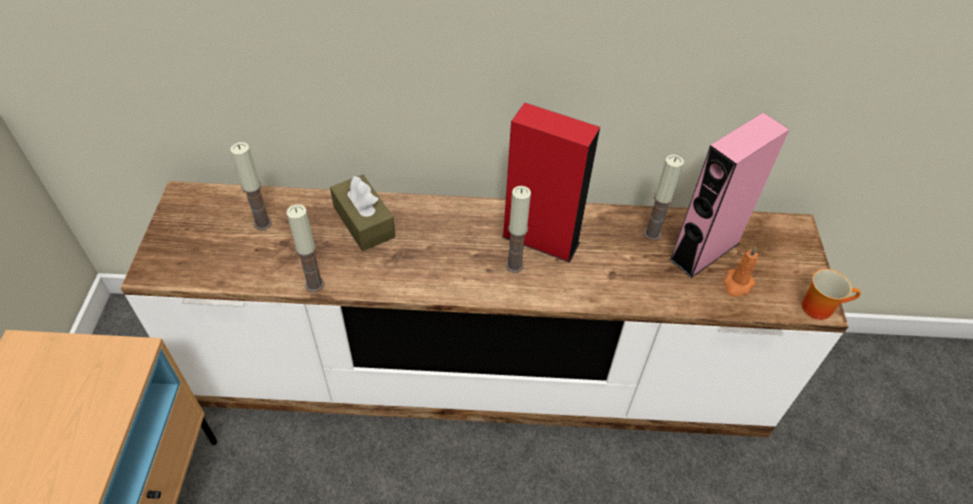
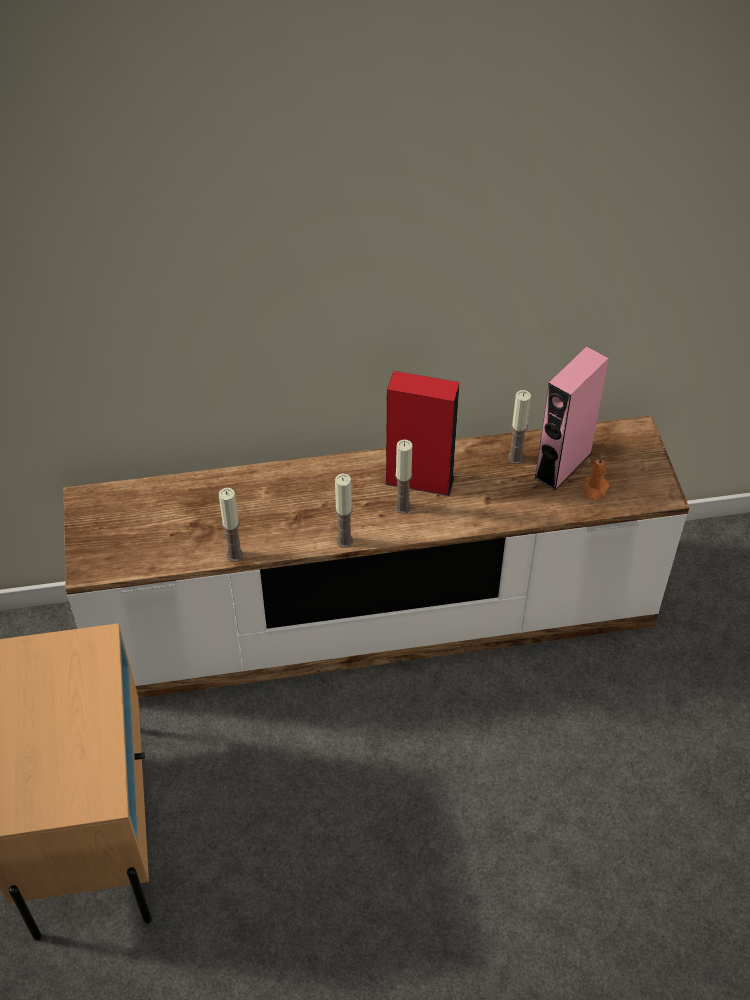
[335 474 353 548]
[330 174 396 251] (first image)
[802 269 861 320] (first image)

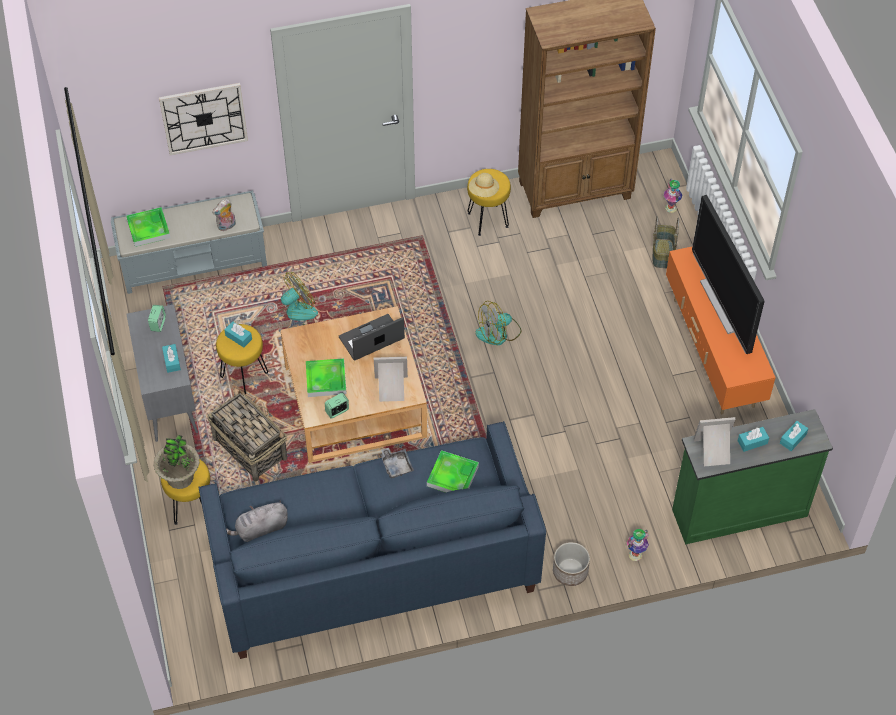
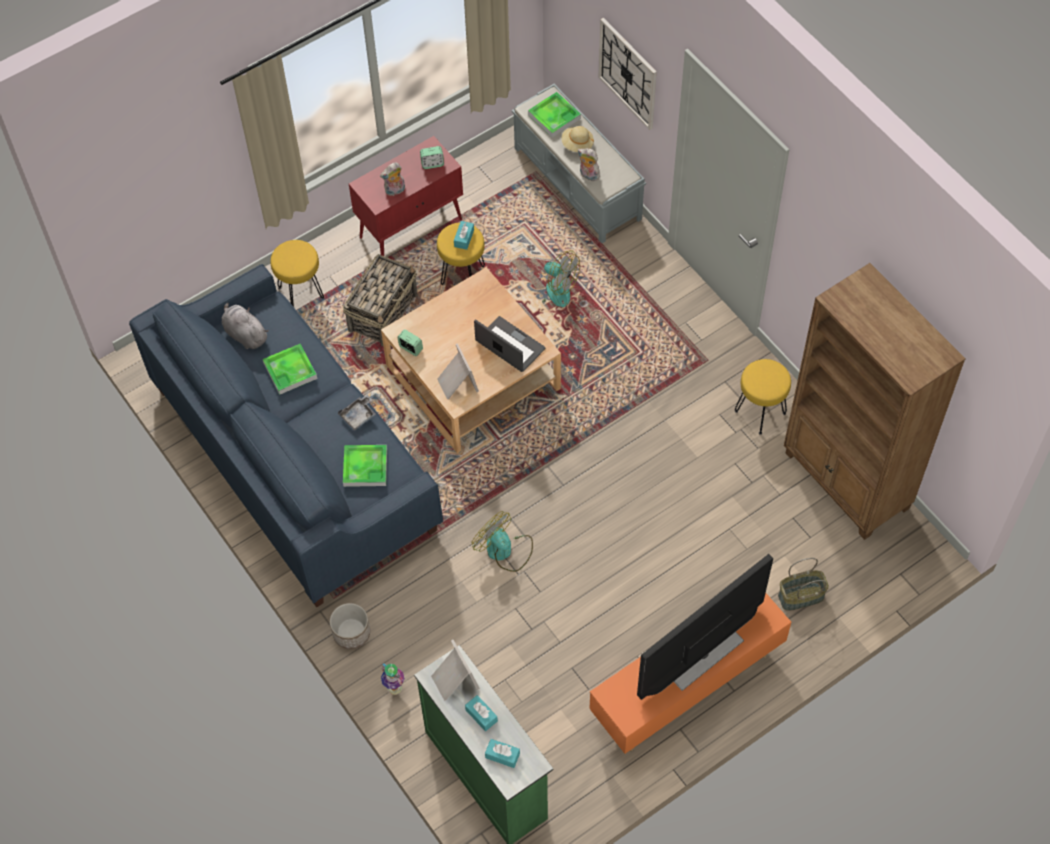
[561 126 594 152]
[663 179 683 213] (first image)
[471 511 533 572]
[349 136 463 256]
[380 162 405 196]
[263 344 317 395]
[154 435 200 489] (first image)

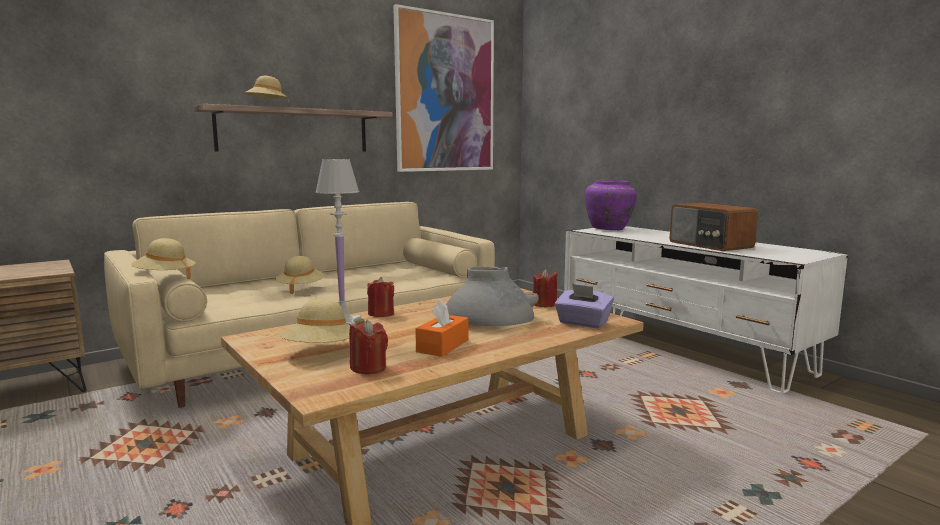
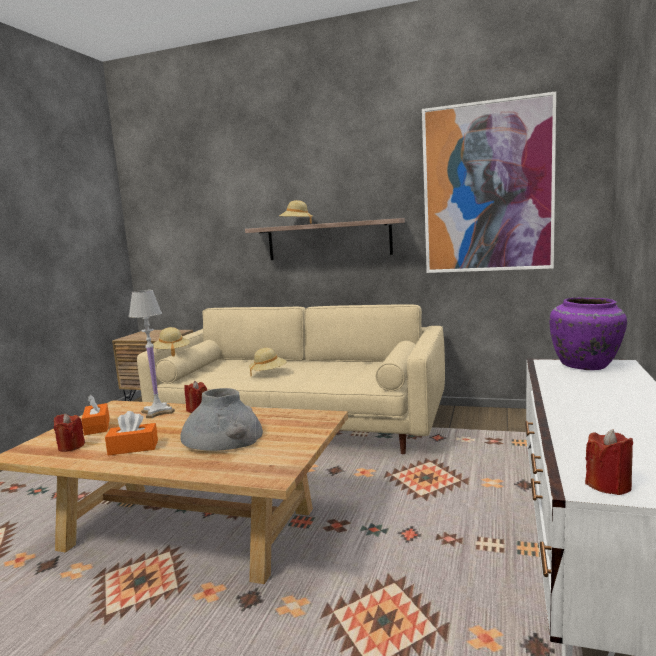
[669 203 758 251] (first image)
[585 429 633 495]
[555 284 614 328] (first image)
[82 395 110 435]

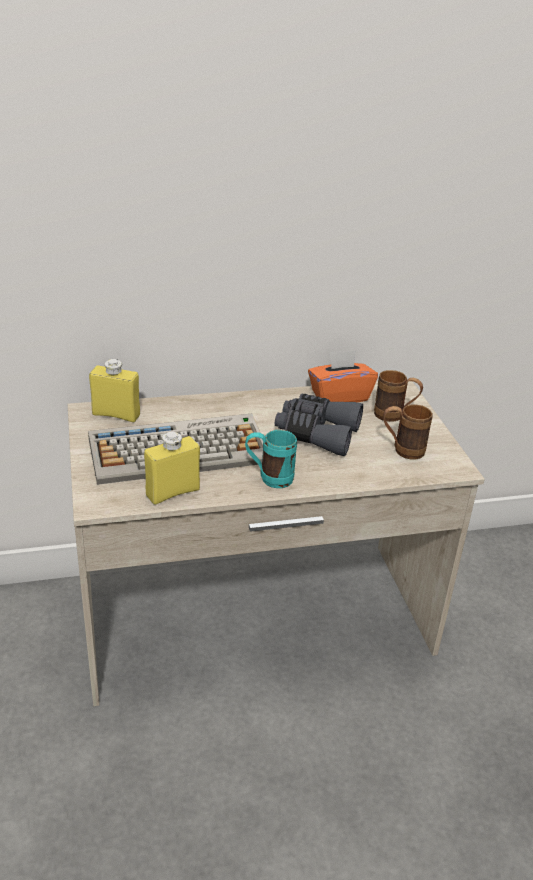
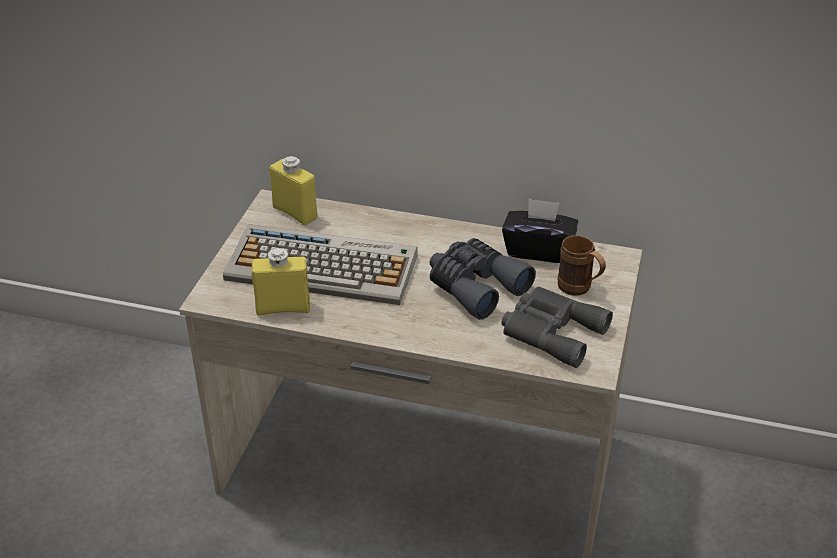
[502 198 578 263]
[501 287 613 368]
[245 430 297 488] (first image)

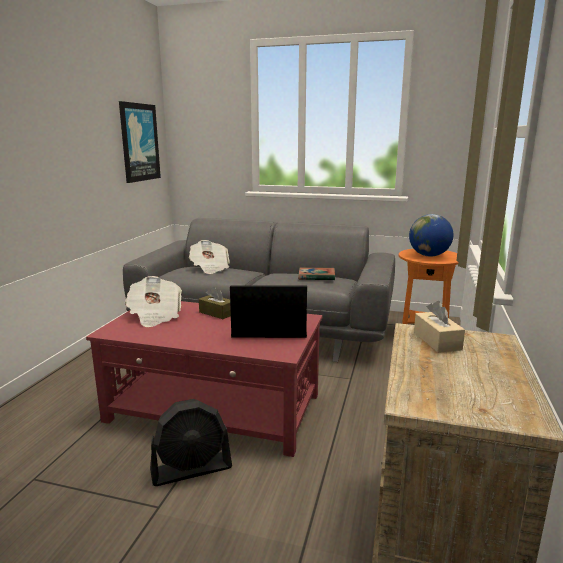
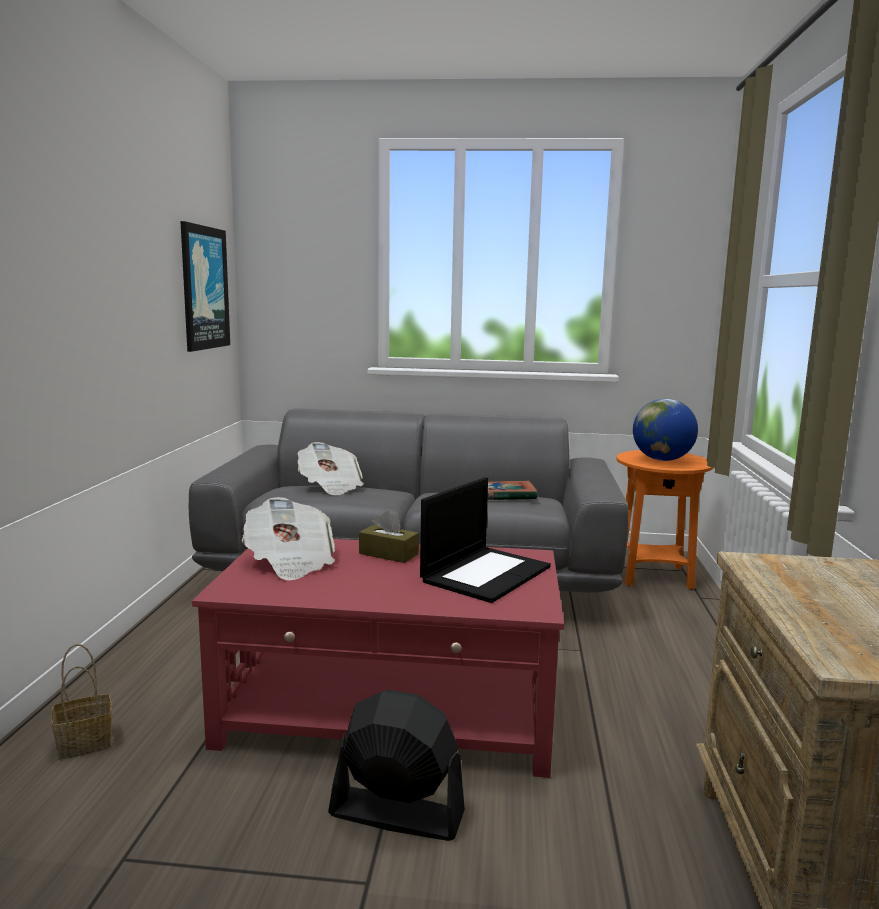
[420 477 551 603]
[414 301 465 353] (first image)
[328 690 465 841]
[51 644 112 760]

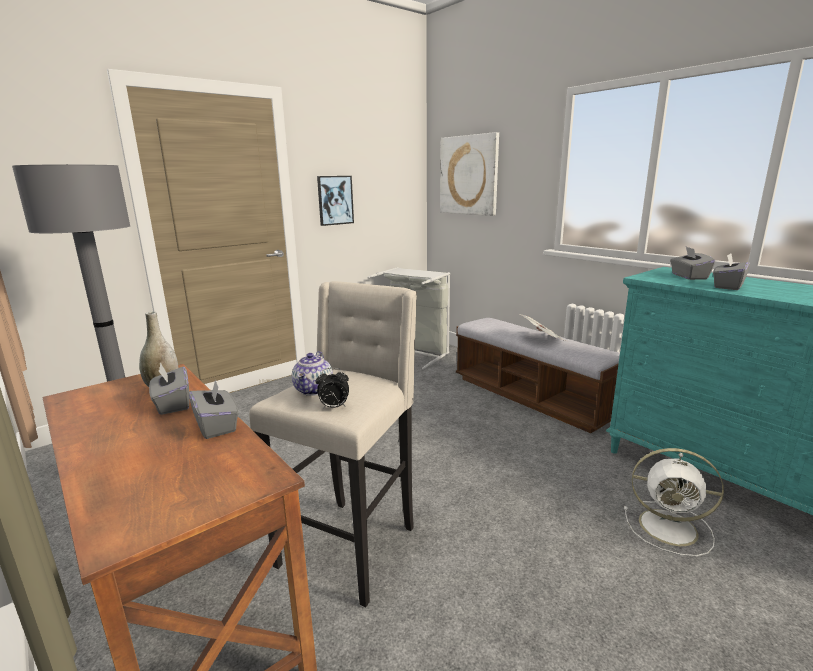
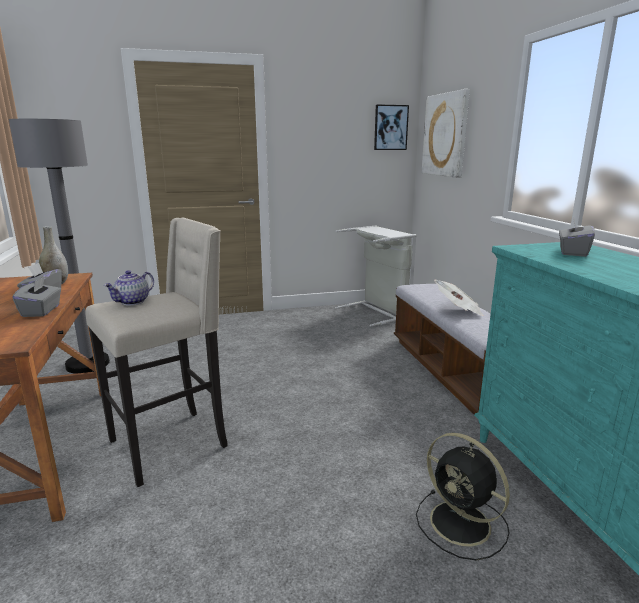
[374 104 409 150]
[713 254 750 290] (first image)
[315 368 349 409] (first image)
[416 433 510 561]

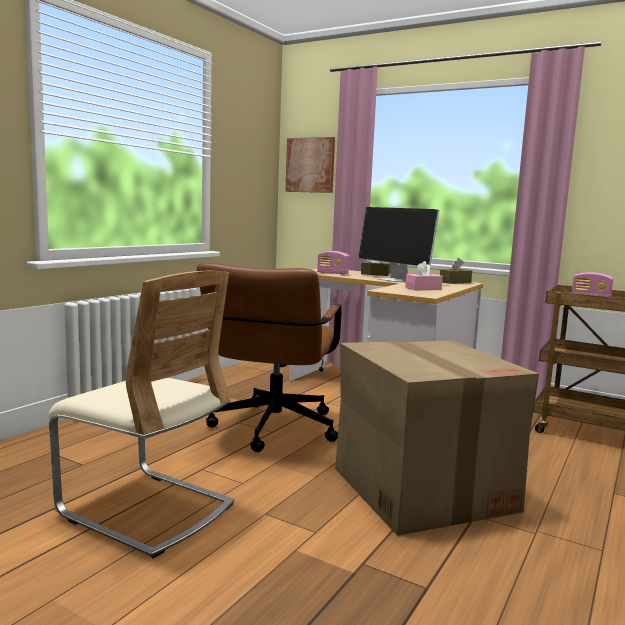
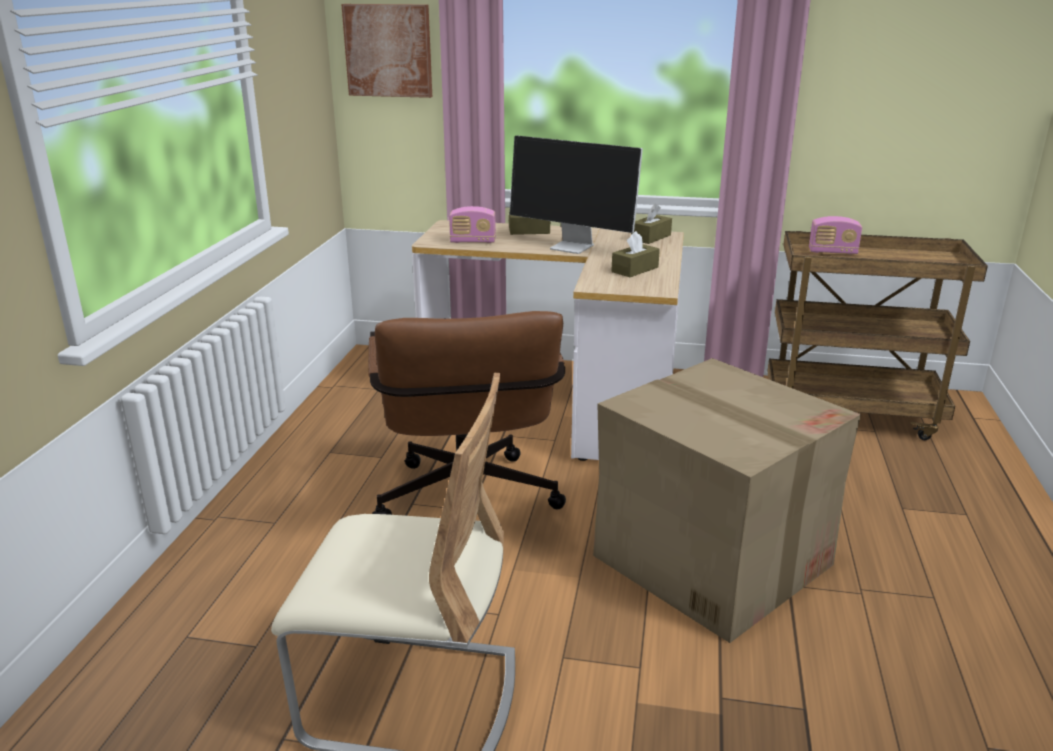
[611 231 660 277]

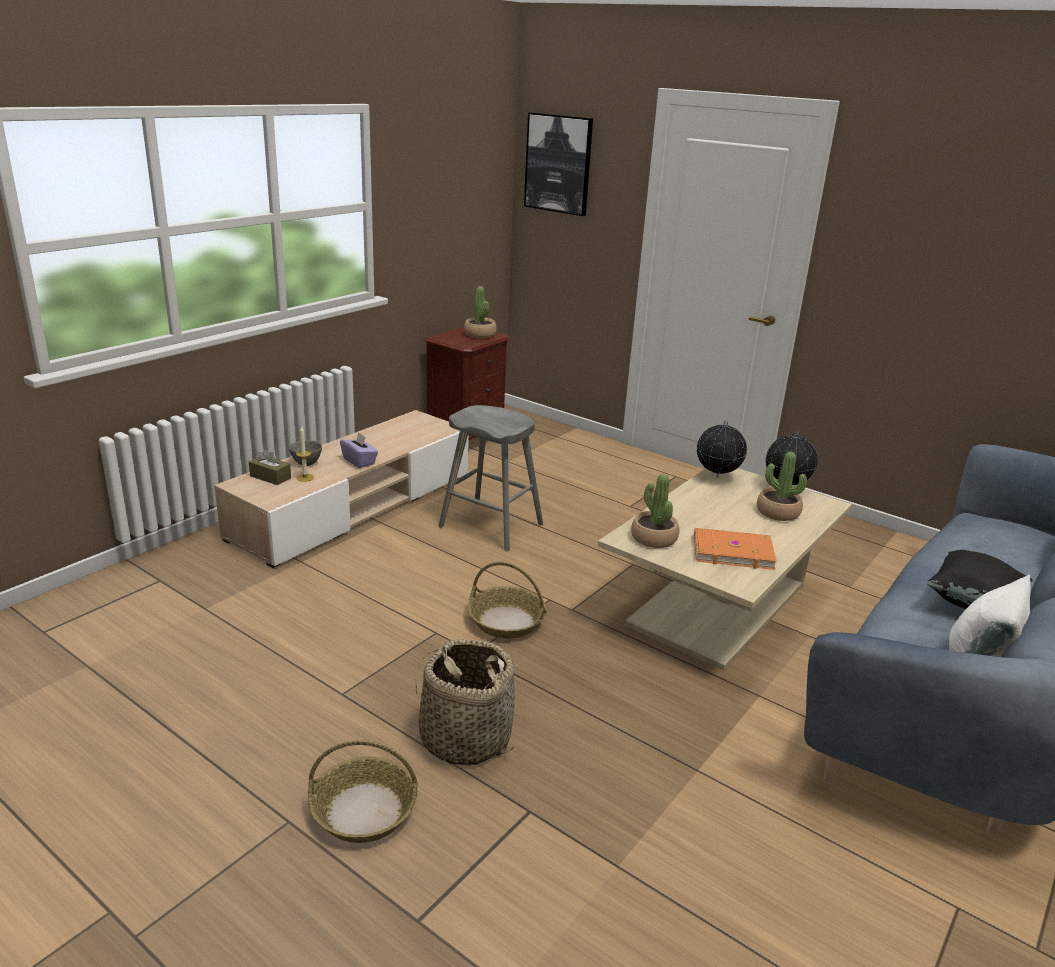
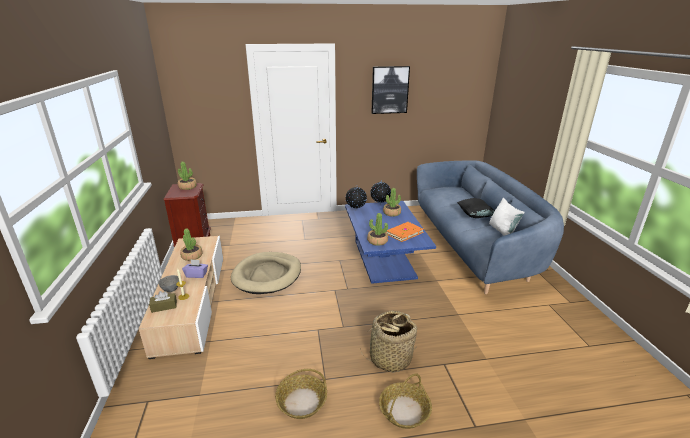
[372 66 410 114]
[231 252 301 294]
[345 201 436 284]
[275 369 327 419]
[180 229 203 261]

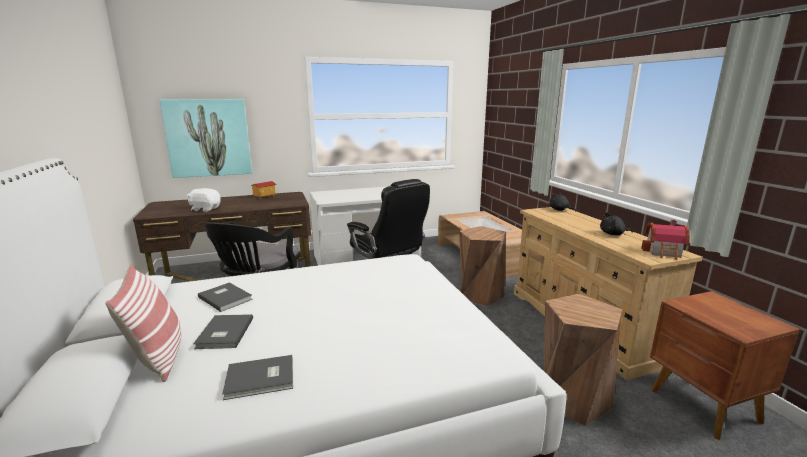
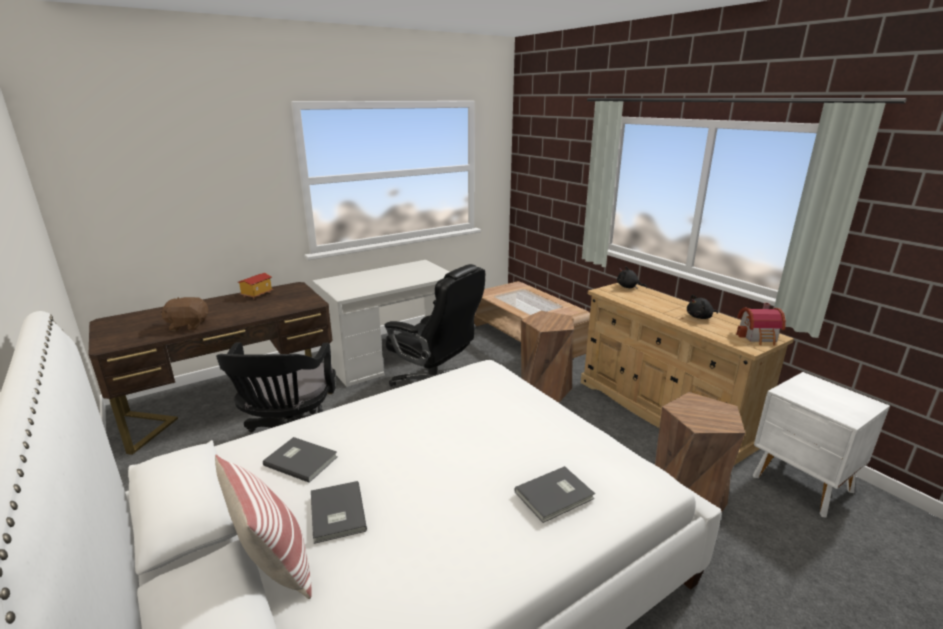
[159 99 252 178] (first image)
[161 297 209 331]
[753 372 890 517]
[514 466 595 523]

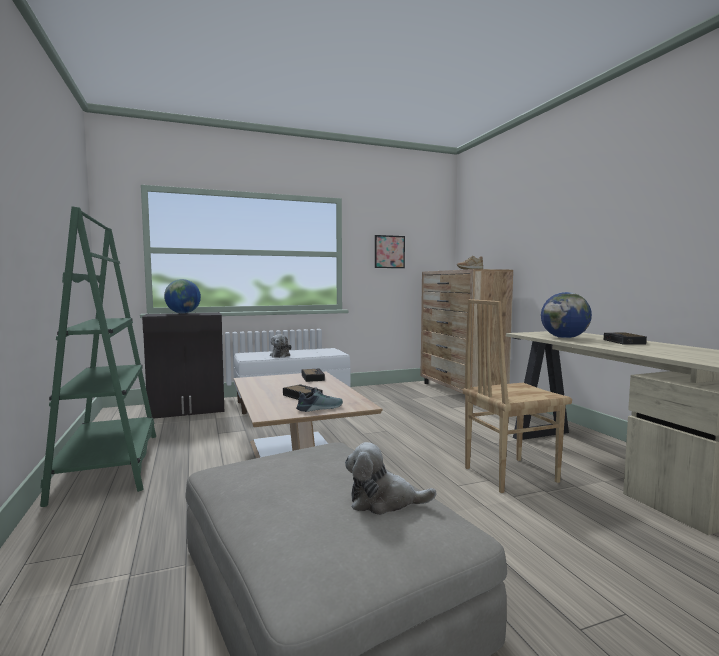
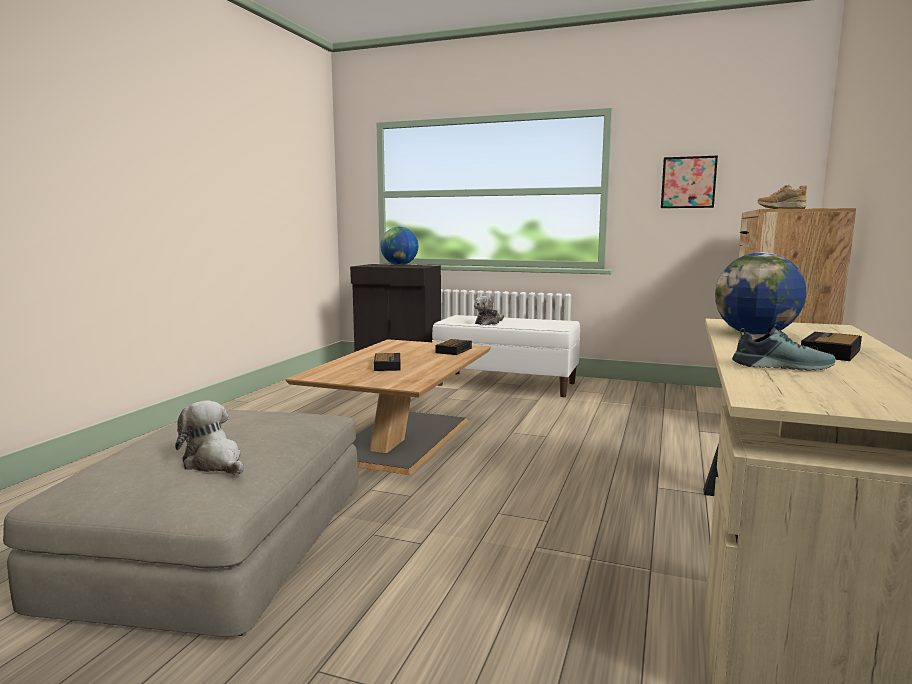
[40 206 156 507] (first image)
[463 299 572 493] (first image)
[732 325 835 371]

